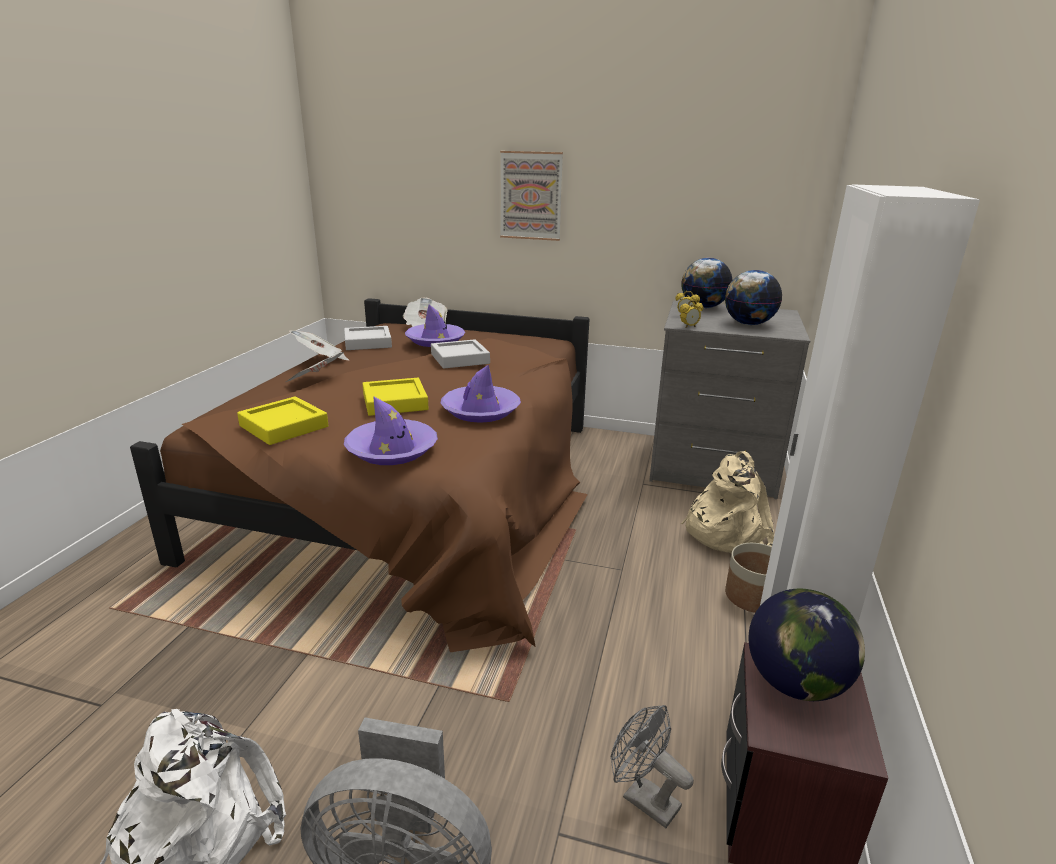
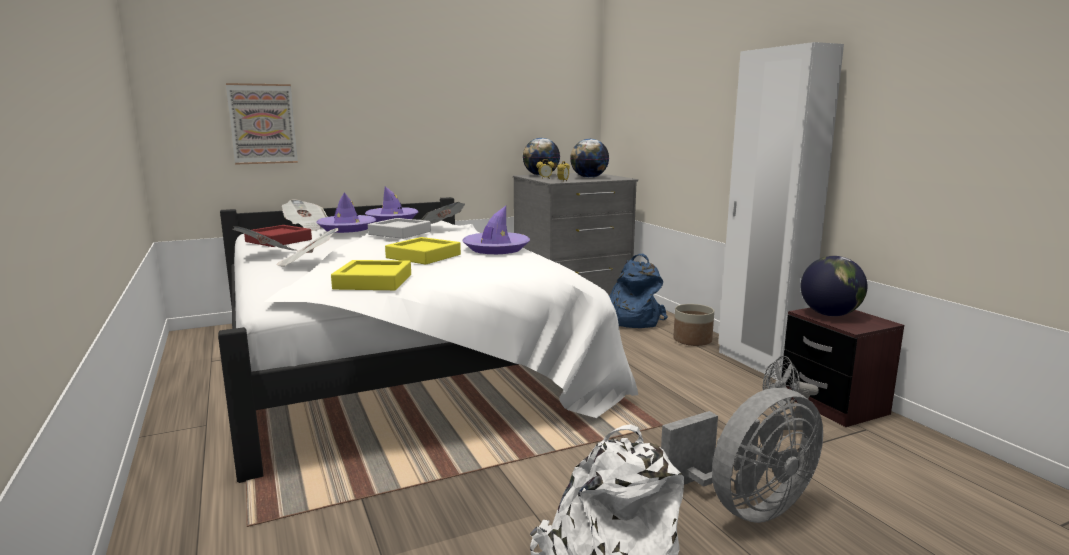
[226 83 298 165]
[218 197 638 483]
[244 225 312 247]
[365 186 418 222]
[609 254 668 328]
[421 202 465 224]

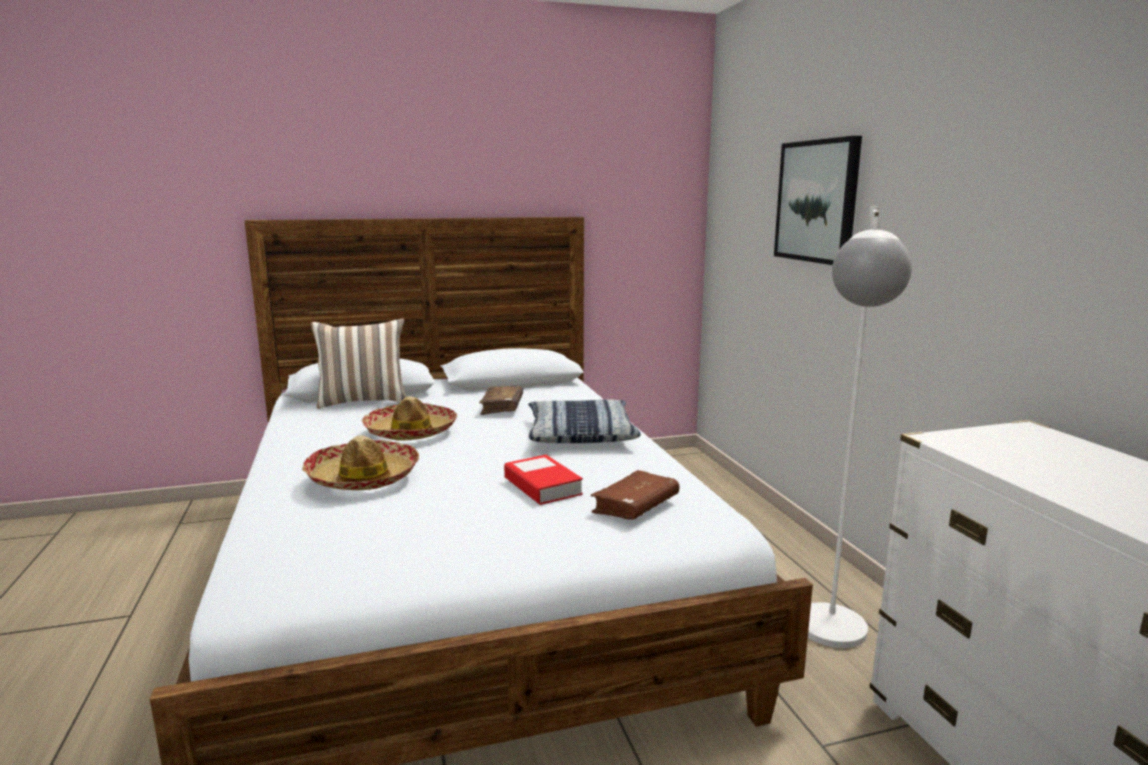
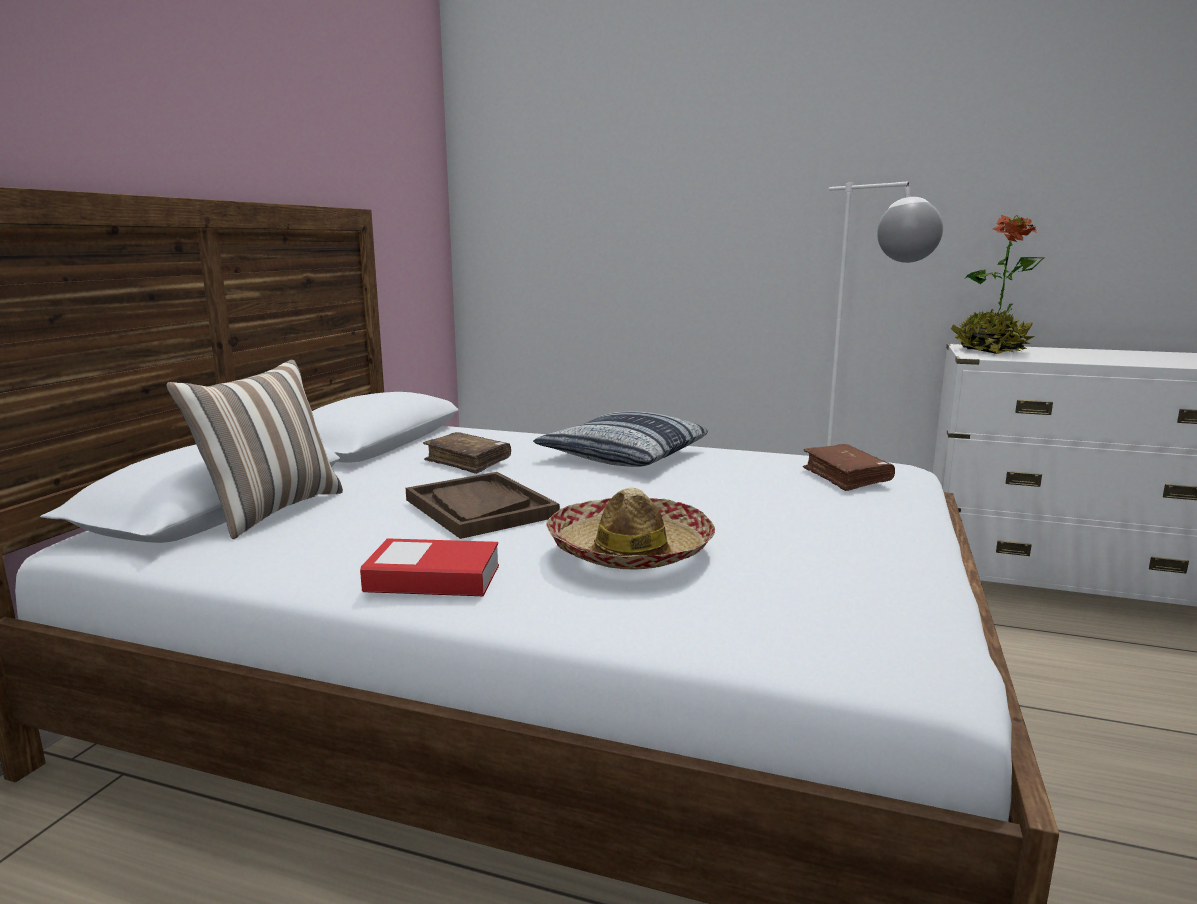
[774 136 862 265] (first image)
[406 472 560 539]
[360 538 499 596]
[951 215 1045 354]

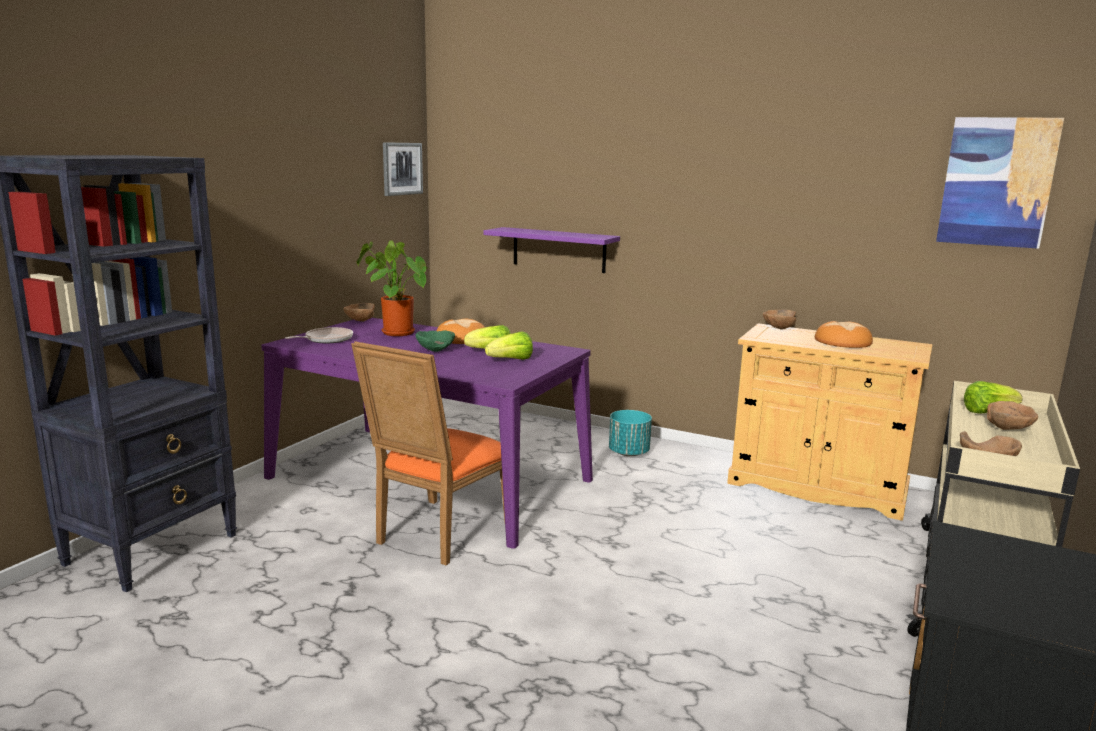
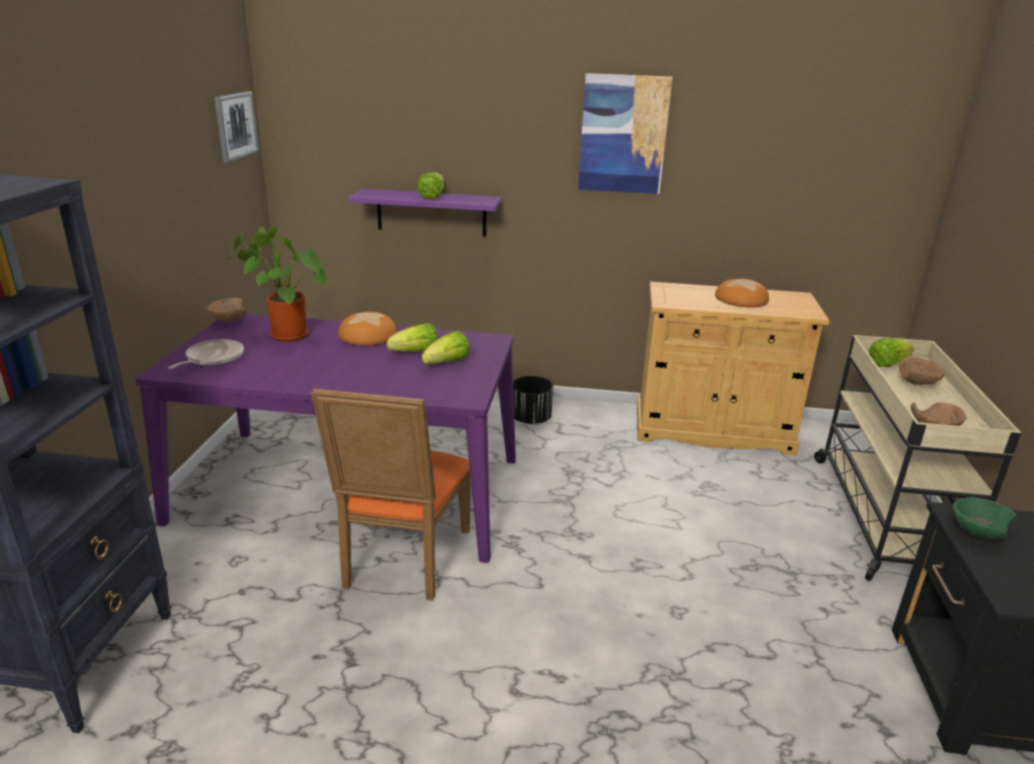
[578 73 672 194]
[763 310 796 330] (first image)
[952 497 1016 539]
[513 376 553 424]
[417 172 444 199]

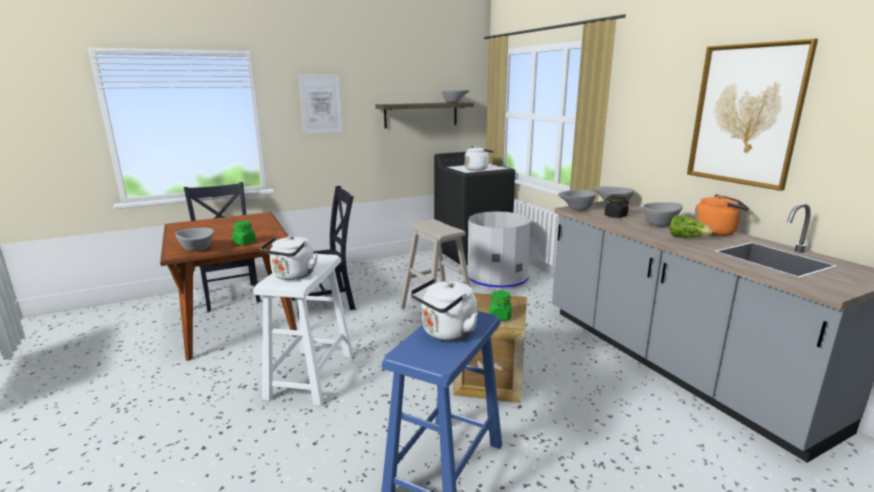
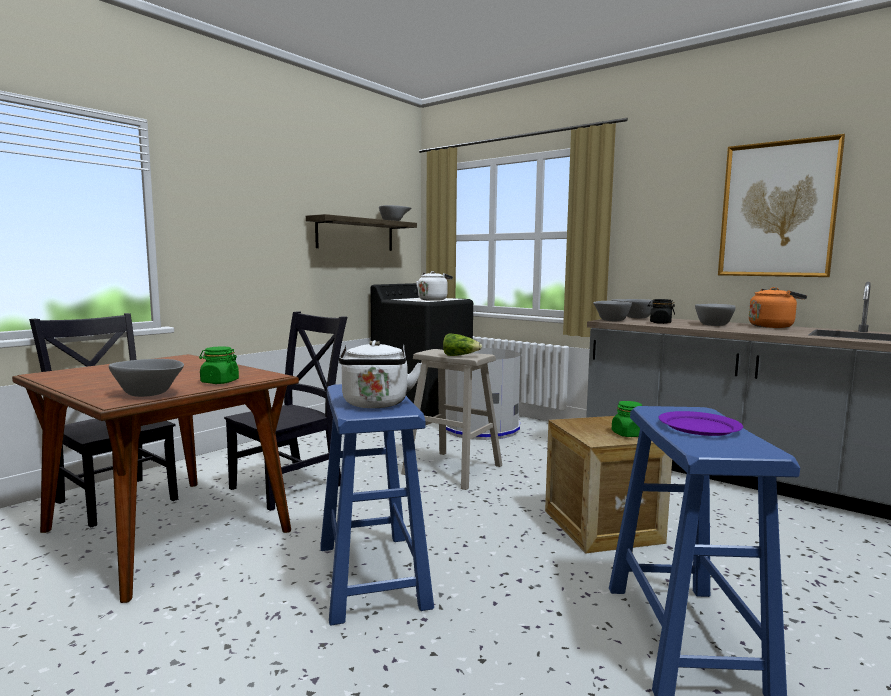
[299 75 343 134] (first image)
[443 333 482 356]
[320 384 434 625]
[658 411 743 436]

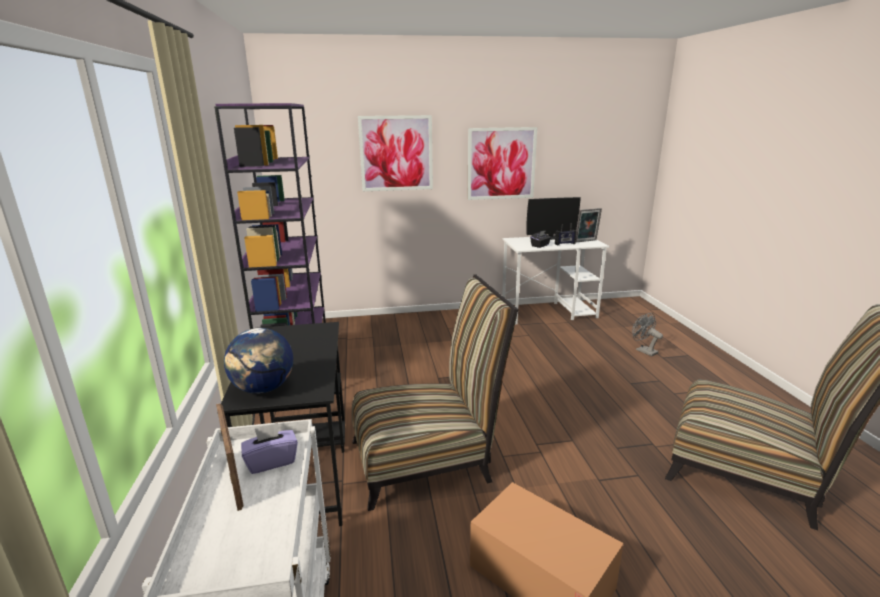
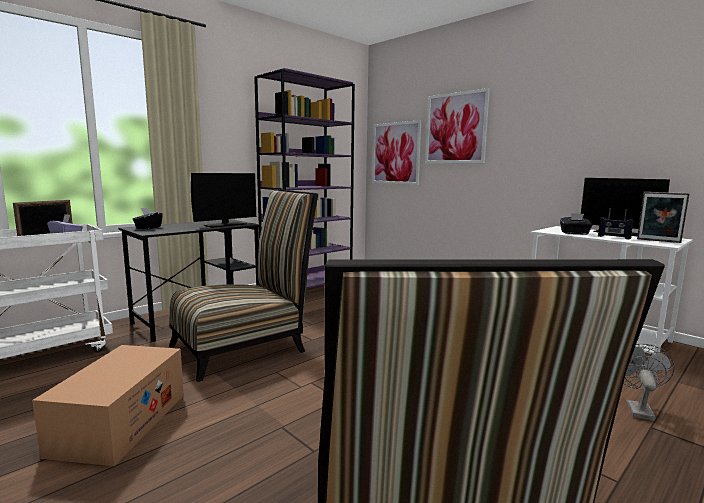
[372 120 421 185]
[169 189 318 382]
[133 207 163 229]
[191 173 256 228]

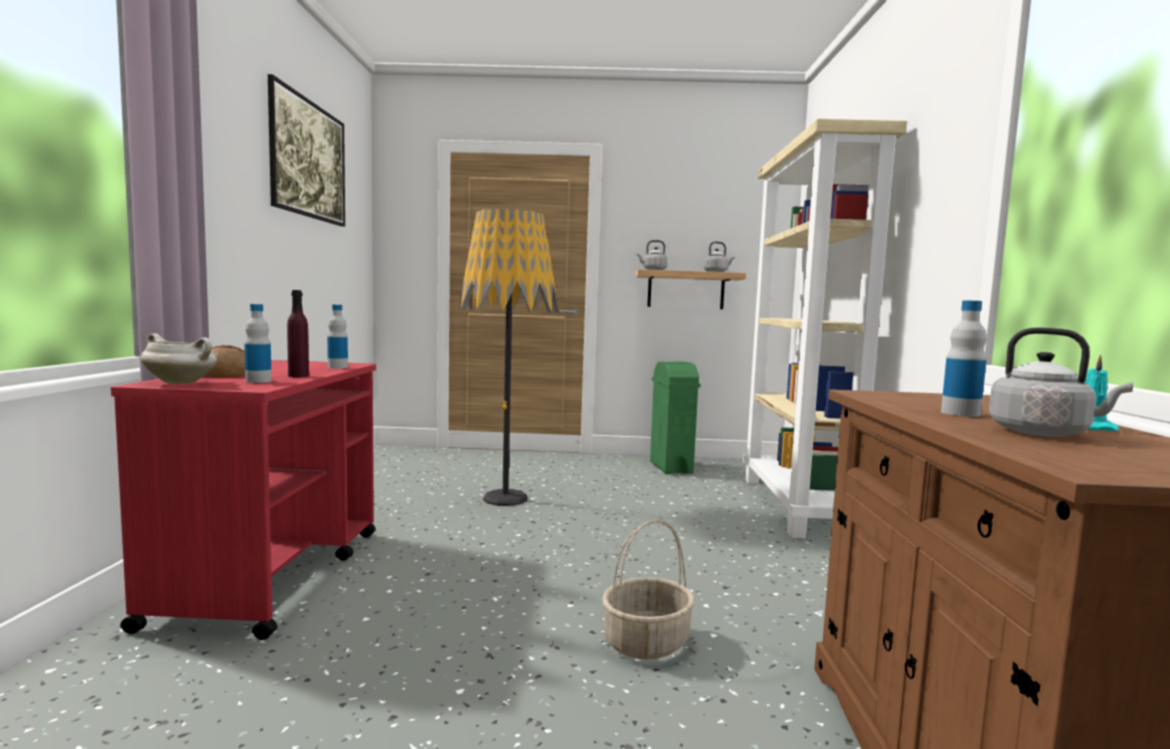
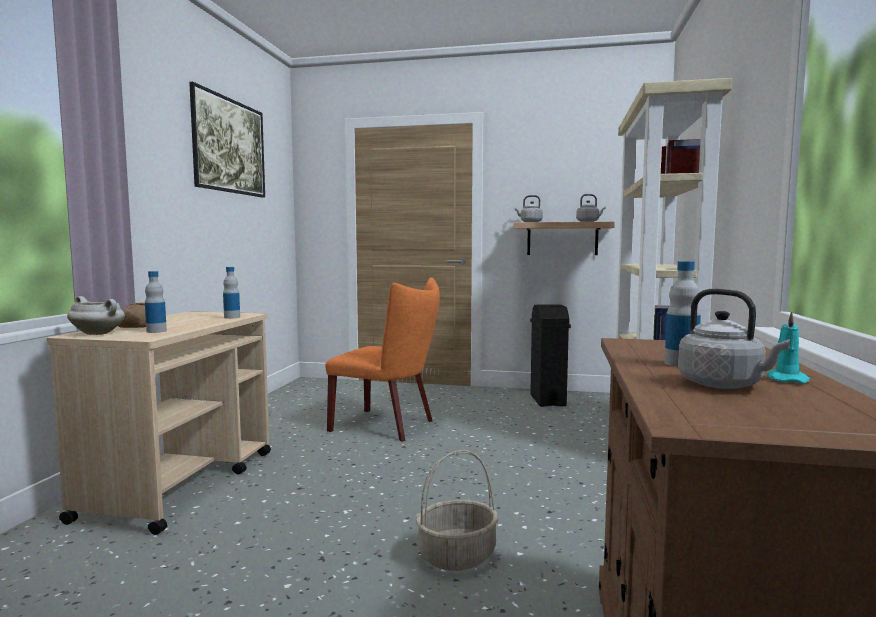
[325 277 440 442]
[287 290 309 377] (first image)
[47 311 271 535]
[530 304 571 407]

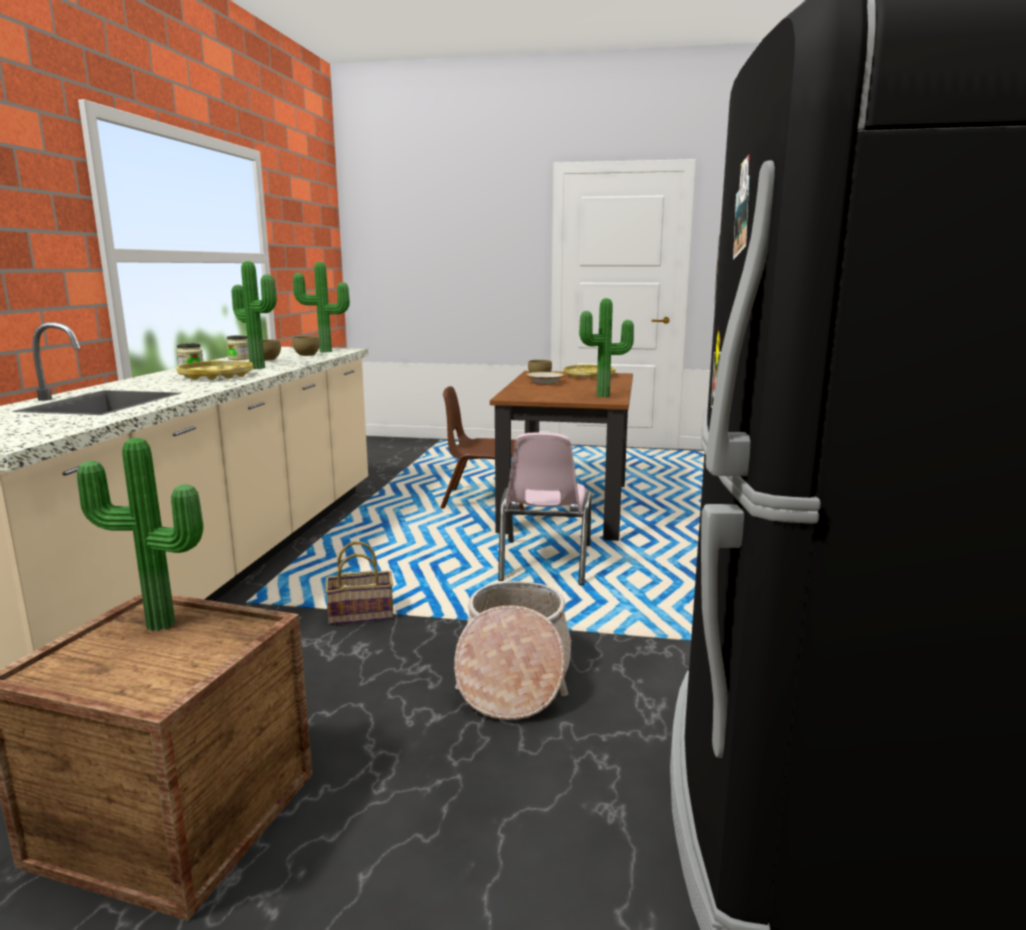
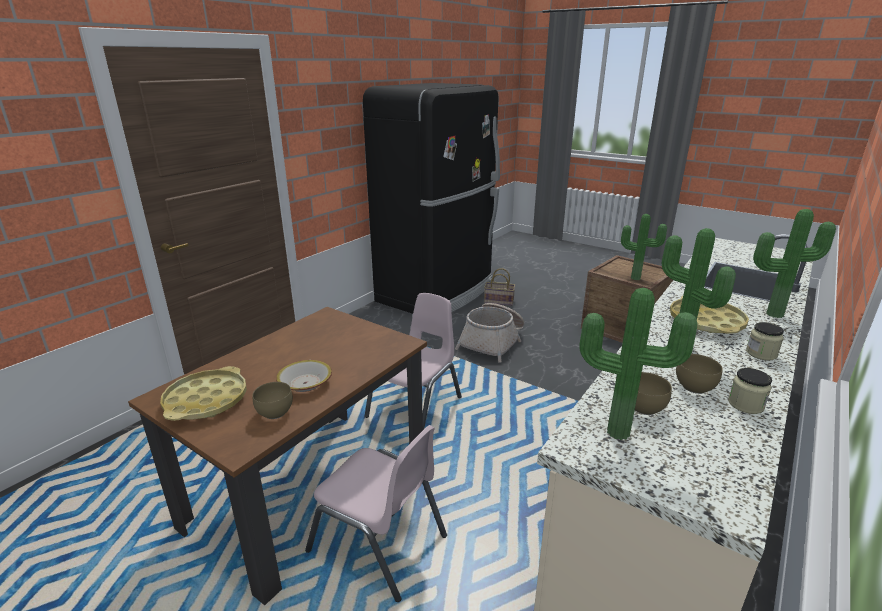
[753 209 836 318]
[305 425 447 602]
[484 268 515 306]

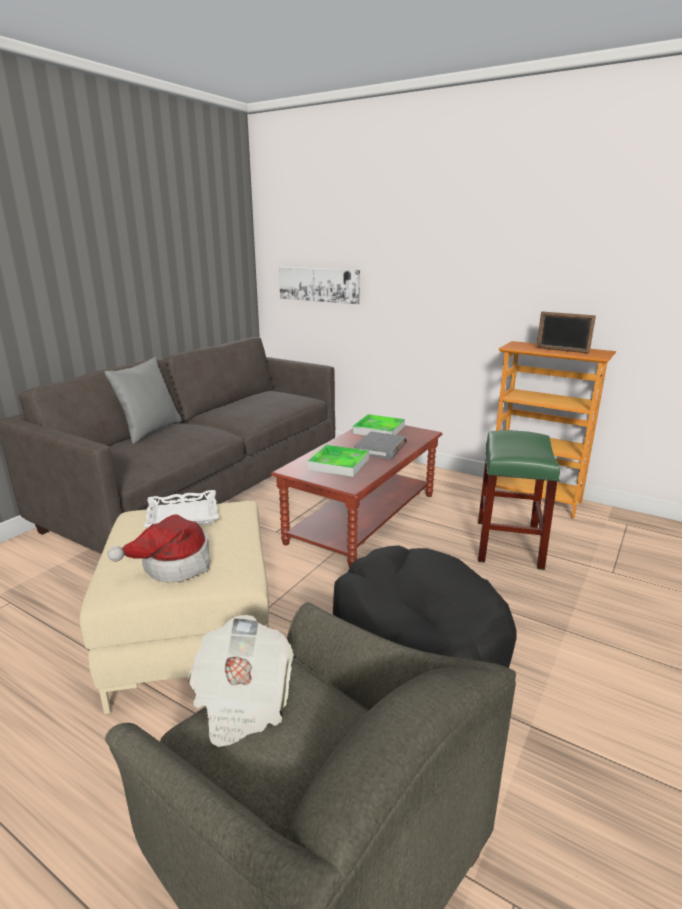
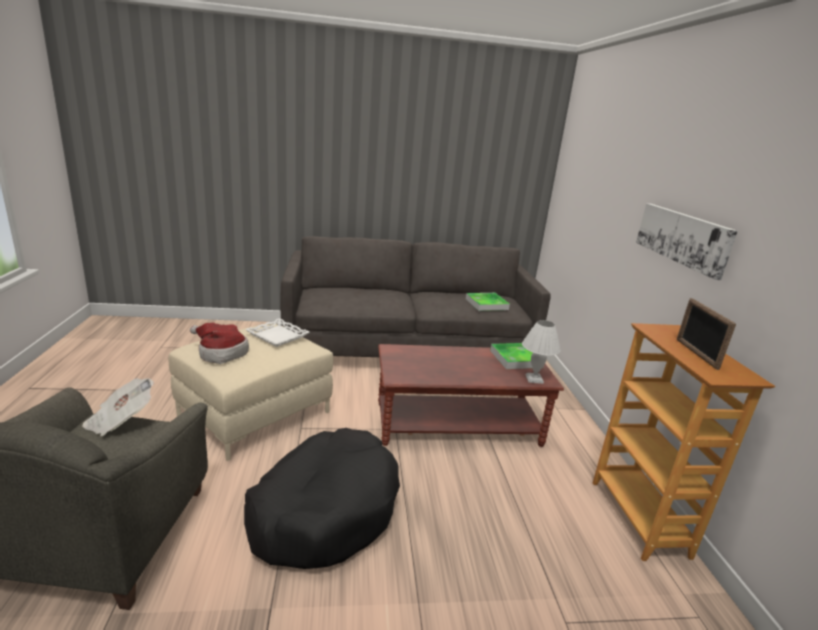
[636 203 738 280]
[105 357 182 444] (first image)
[478 430 560 570] (first image)
[354 432 407 459] (first image)
[466 293 510 311]
[522 320 561 384]

